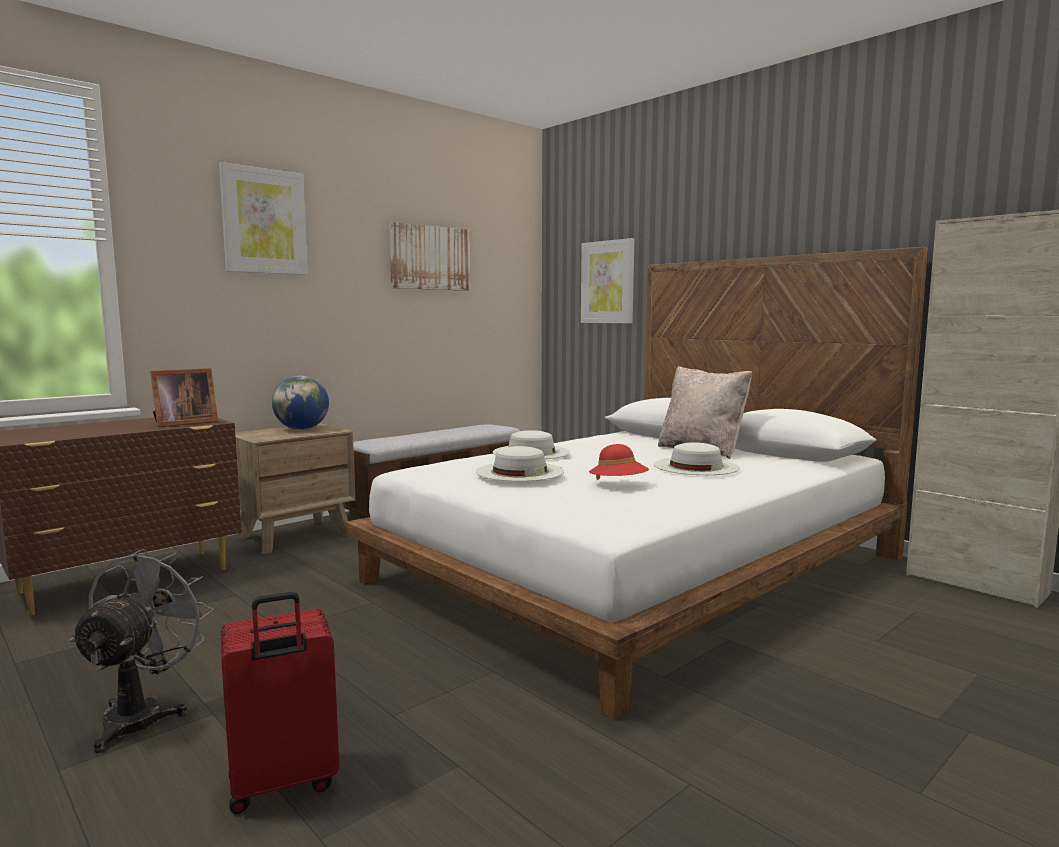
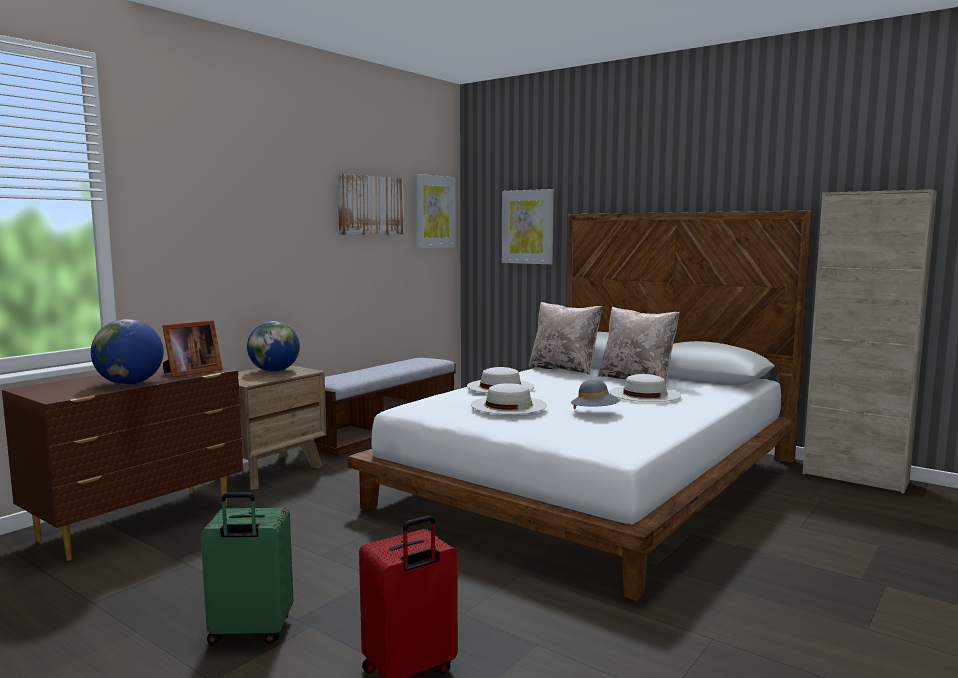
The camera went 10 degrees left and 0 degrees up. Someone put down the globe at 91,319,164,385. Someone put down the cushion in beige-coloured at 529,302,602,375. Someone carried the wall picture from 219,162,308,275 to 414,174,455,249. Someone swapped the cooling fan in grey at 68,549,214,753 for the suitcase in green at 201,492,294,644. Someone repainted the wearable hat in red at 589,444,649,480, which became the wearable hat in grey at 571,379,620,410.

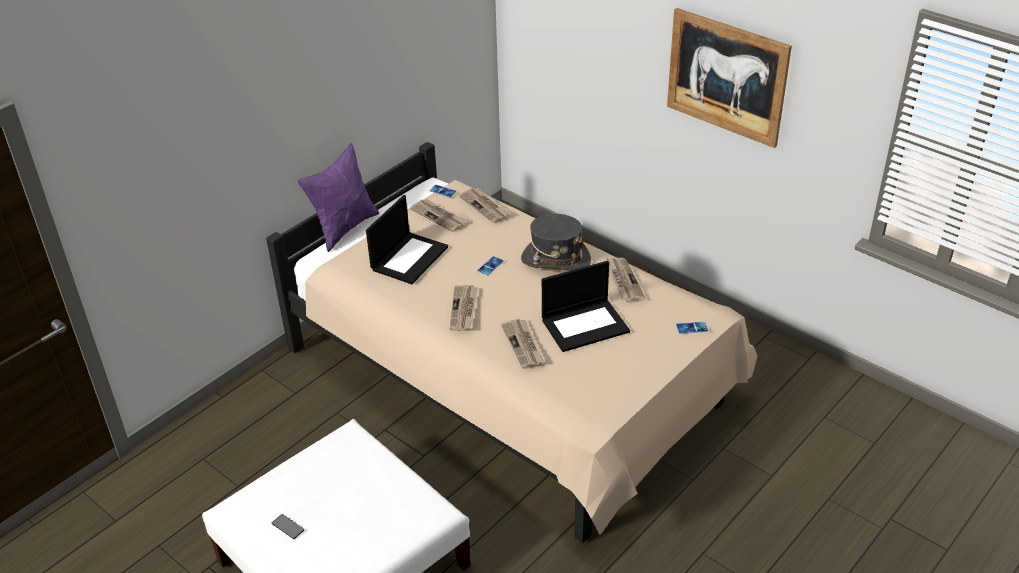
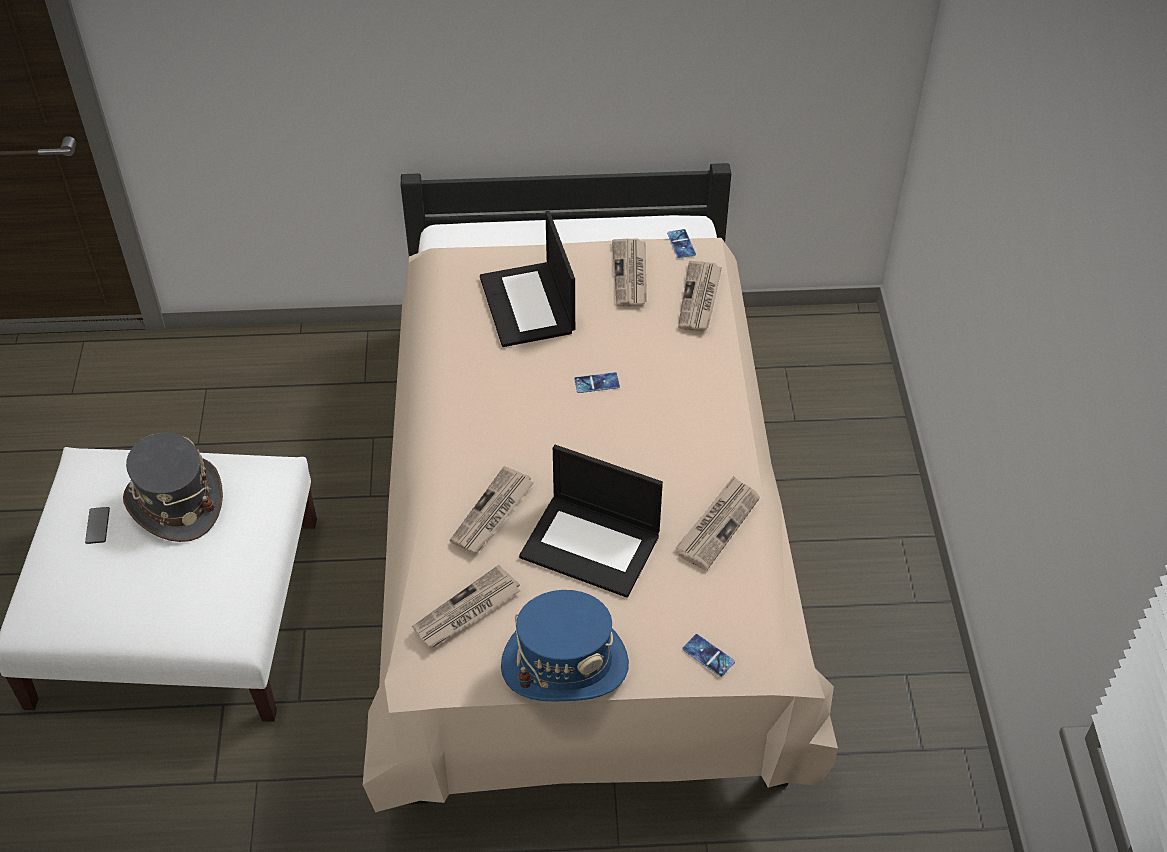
The camera went 45 degrees right and 10 degrees up. Someone took away the cushion in purple at 298,143,379,252. Someone took away the wall picture at 667,8,792,148. Someone put down the wearable hat in bluish at 501,590,629,702. Someone carried the newspaper from 450,285,478,331 to 412,565,520,648. Someone carried the wearable hat in grey from 521,214,591,271 to 123,433,223,542. Someone rotated the notebook computer at 366,195,448,284 by 90 degrees clockwise.

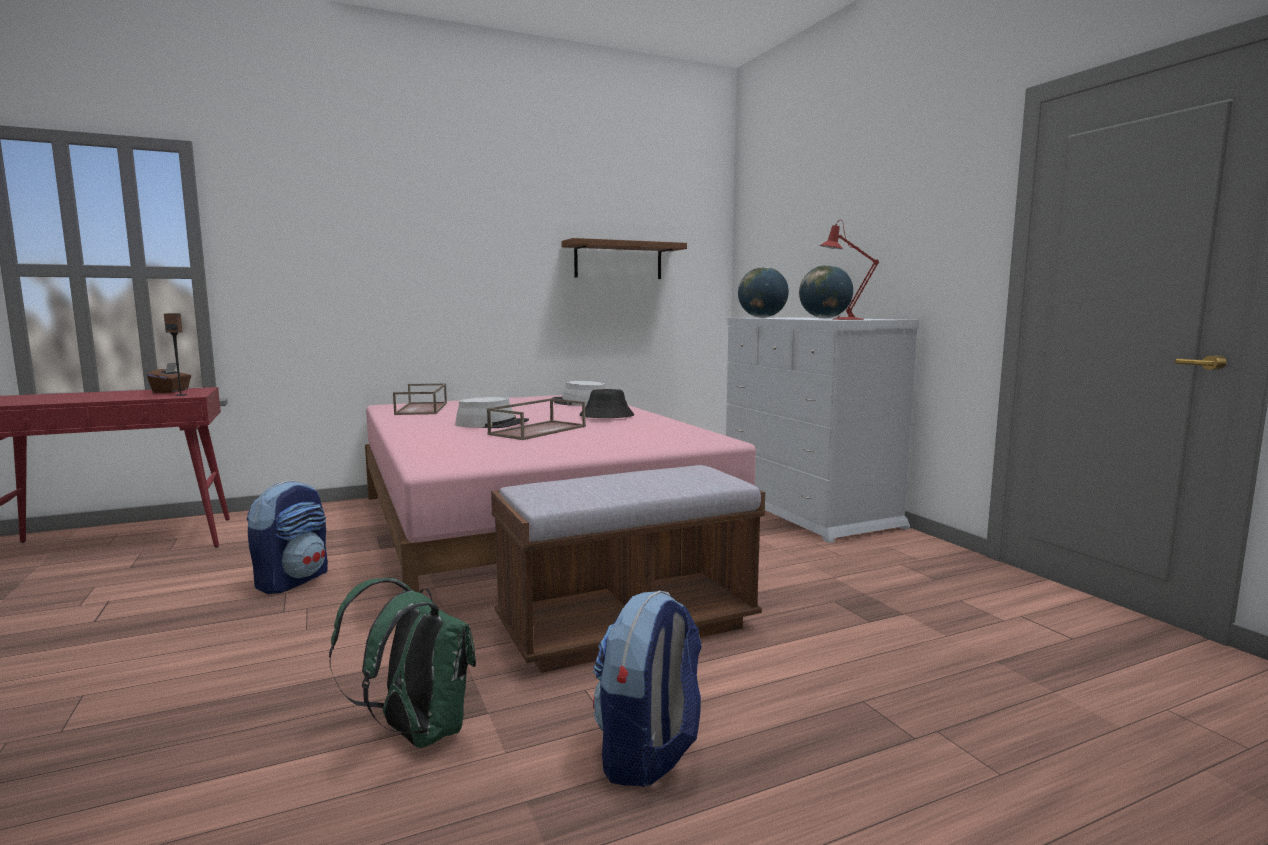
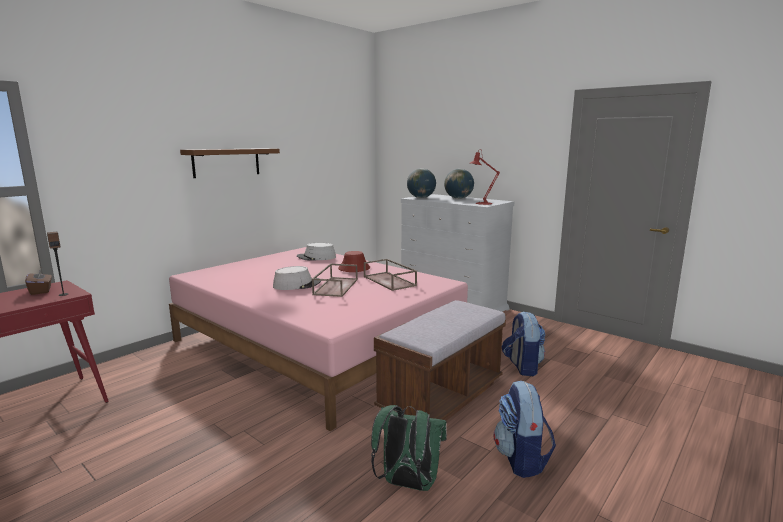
The camera went 25 degrees left and 5 degrees up. Someone carried the rucksack from 247,480,328,594 to 502,311,545,376. Someone carried the serving tray in brownish from 393,383,447,415 to 364,259,417,291. Someone carried the shelf in brownish from 562,238,687,279 to 180,148,280,178. Someone repainted the wearable hat in black at 579,389,634,418, which became the wearable hat in red at 338,251,370,272.

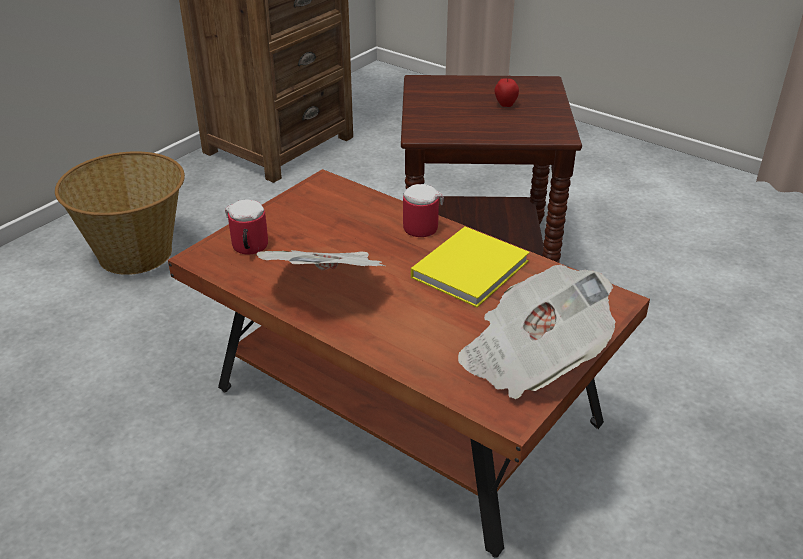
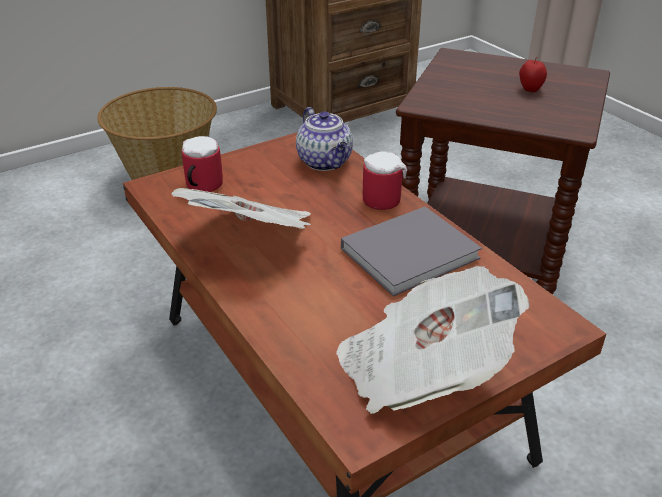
The camera went 20 degrees right and 0 degrees up. Someone put down the pot for tea at 296,107,353,171. Someone repainted the book in yellowish at 411,226,530,307, which became the book in grey at 341,207,482,297.

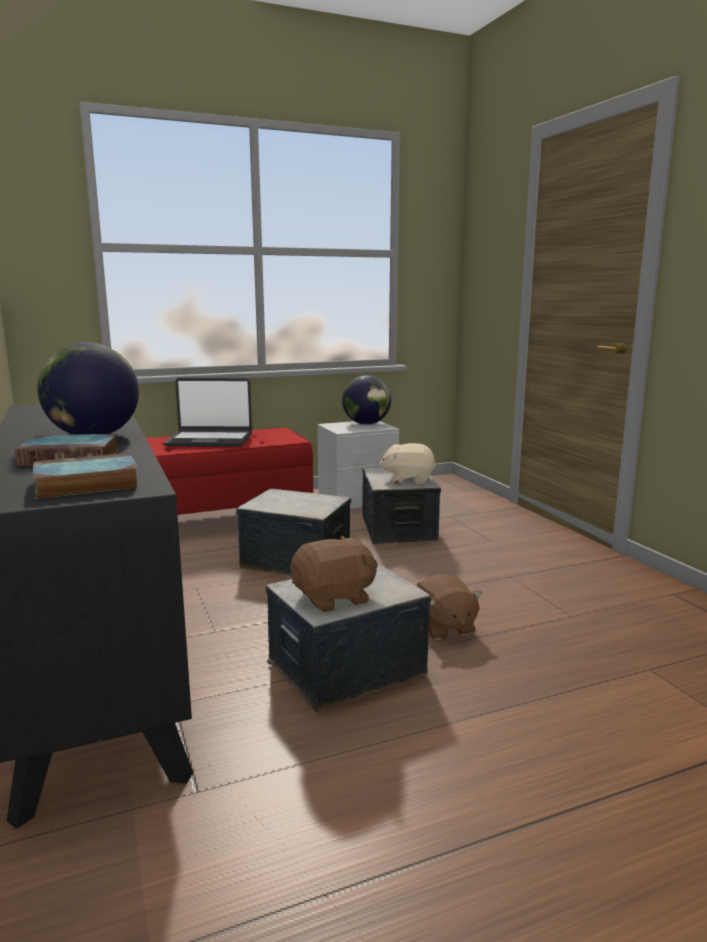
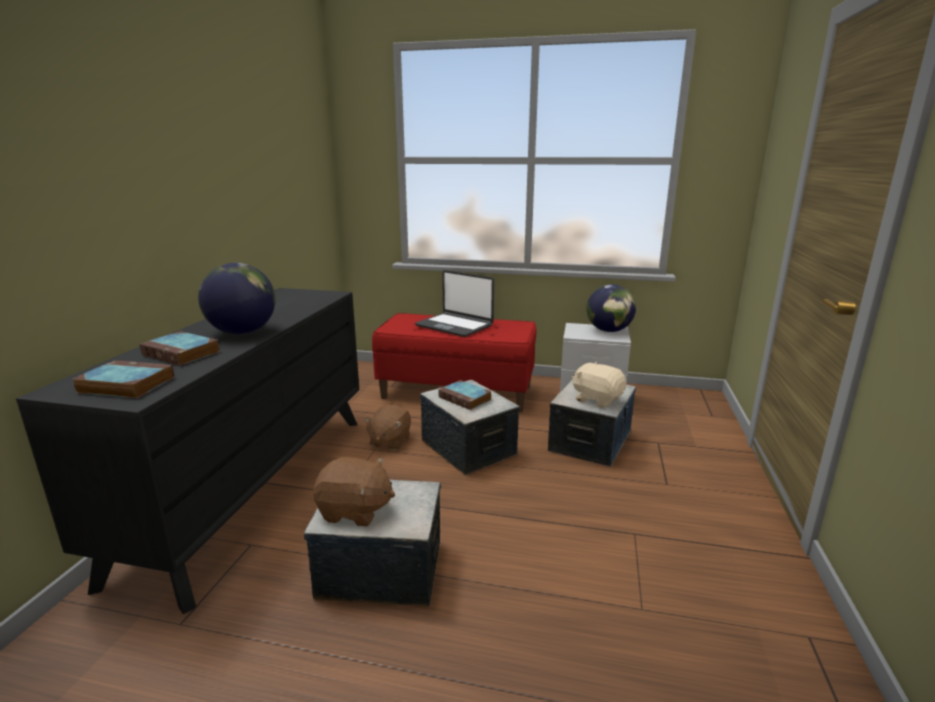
The camera went 35 degrees right and 5 degrees up. Someone put down the book at 438,380,492,410. Someone carried the soft toy in brownish from 417,574,483,640 to 364,405,411,450.

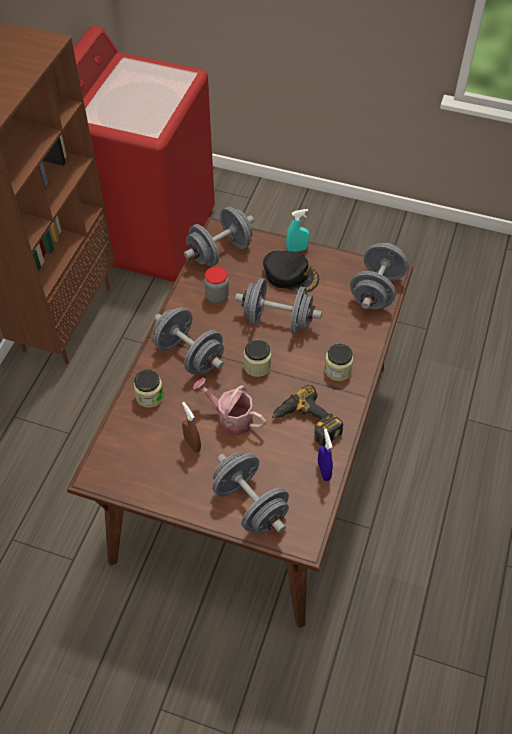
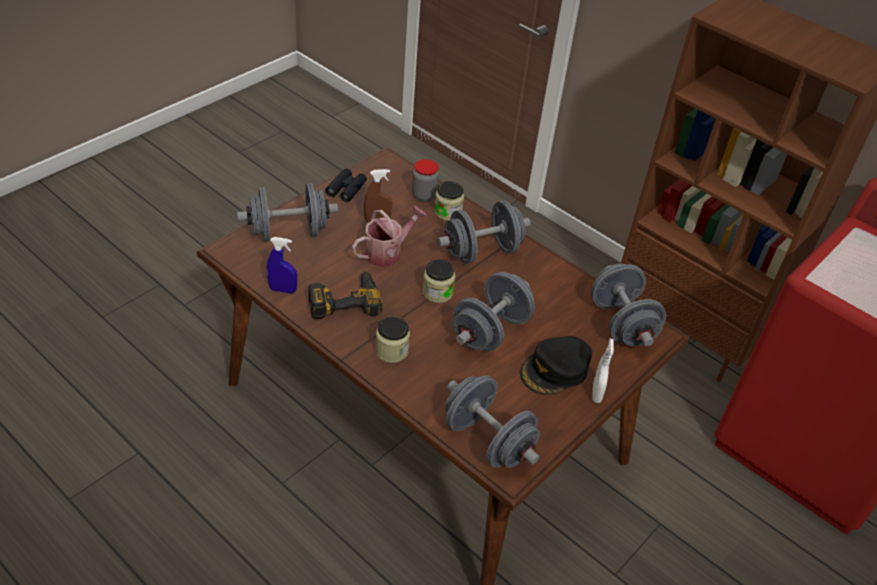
The camera went 110 degrees right and 10 degrees down. Someone put down the binoculars in black at 325,168,367,202. Someone carried the preserve jar from 204,266,229,304 to 412,159,439,202. Someone repainted the spray bottle in turquoise at 286,209,310,252, which became the spray bottle in white-coloured at 592,339,614,403.

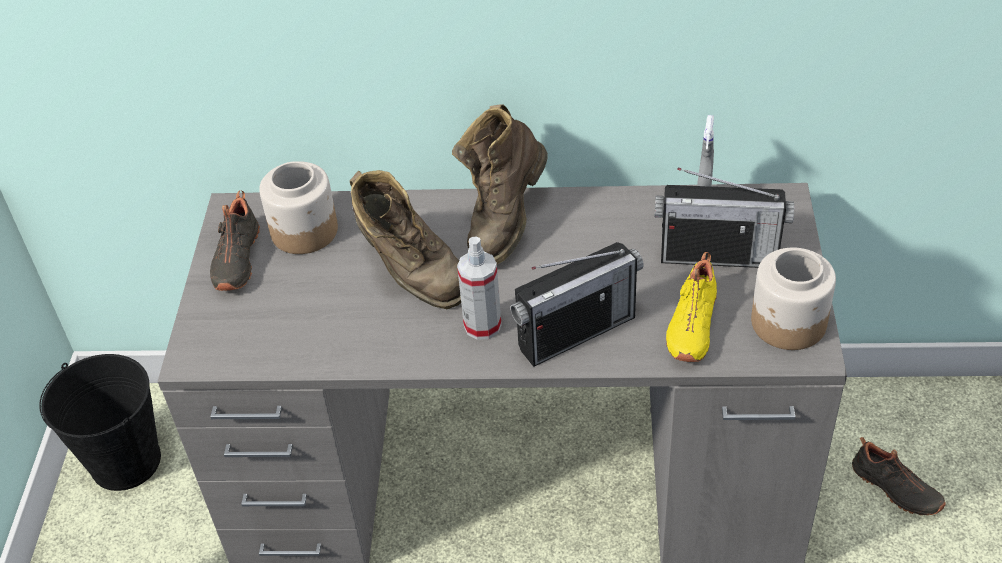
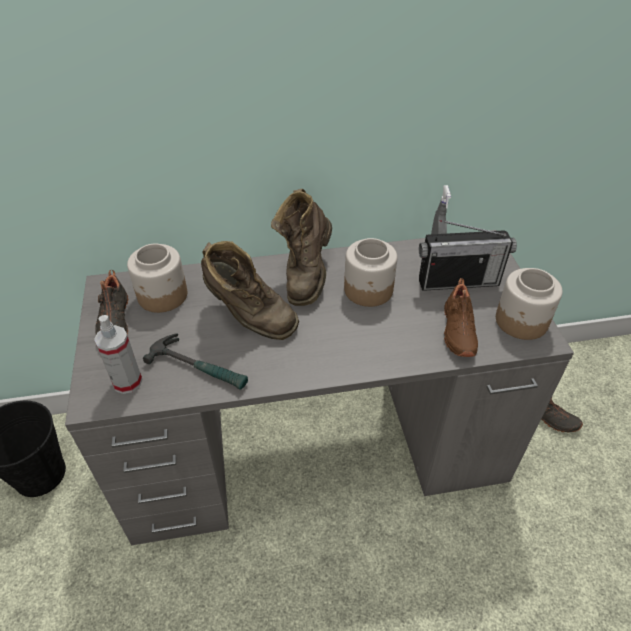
The camera went 15 degrees left and 0 degrees up. Someone took away the radio at 510,242,644,367. Someone put down the hand hammer at 143,333,248,390. Someone put down the preserve jar at 344,238,397,307. Someone carried the spray bottle from 457,237,502,340 to 94,315,143,394. Someone repainted the low shoe in yellowish at 666,252,717,362, which became the low shoe in brownish at 444,278,478,357.

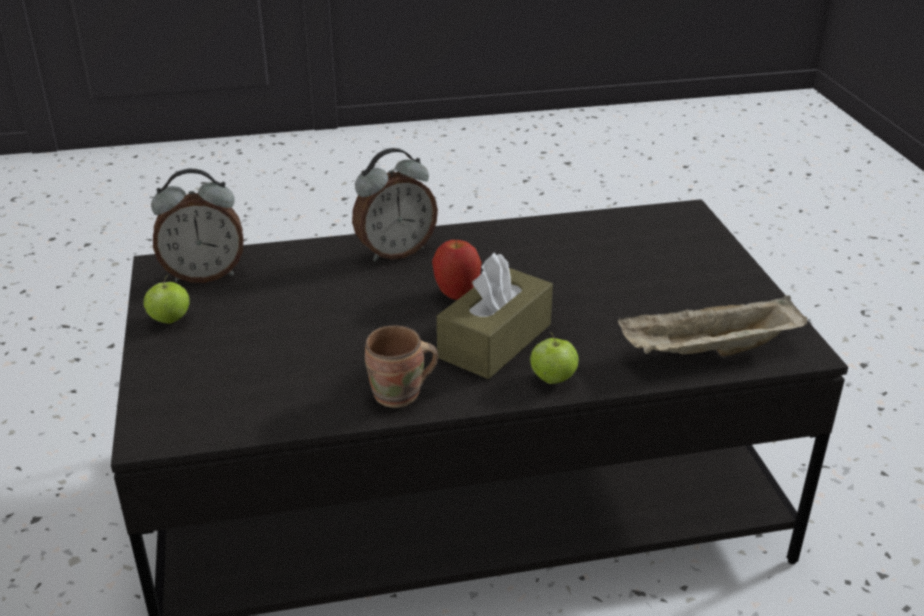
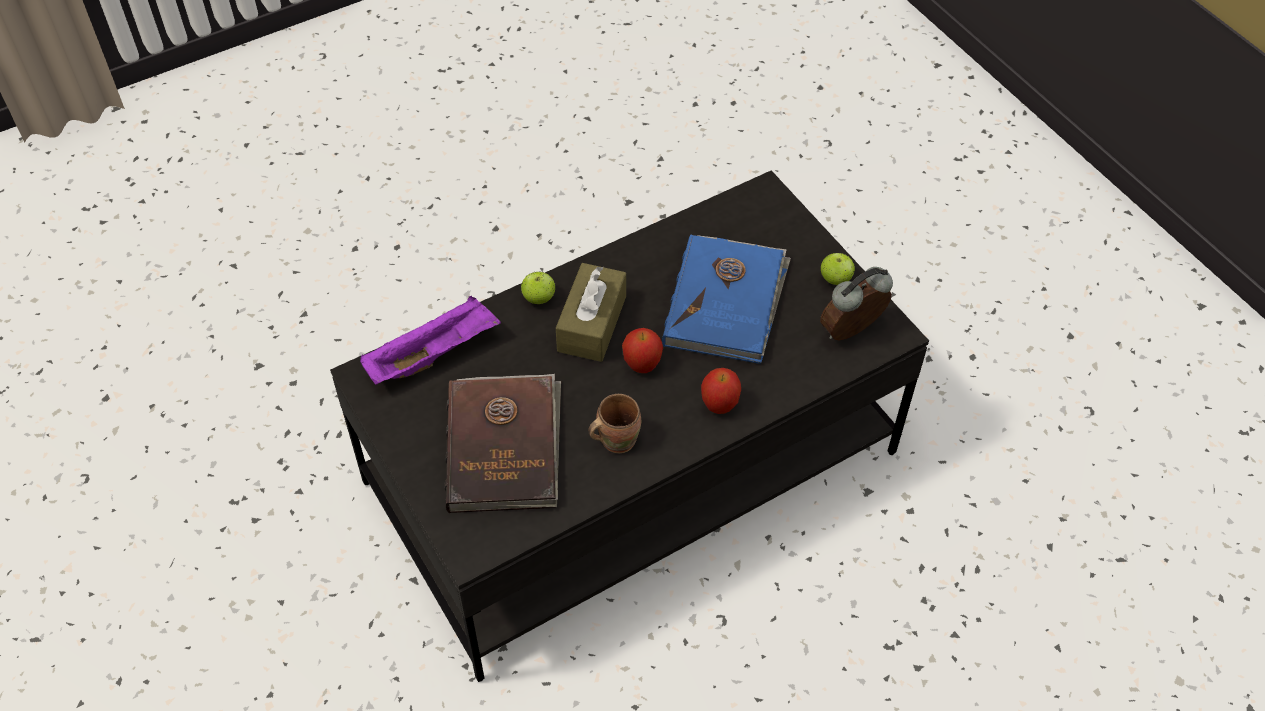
The camera went 160 degrees right and 20 degrees up. Someone put down the book in brownish at 445,374,561,513. Someone put down the book in bluish at 662,235,791,364. Someone carried the tea mug in brownish from 365,325,438,408 to 588,394,641,453. Someone swapped the table clock at 352,148,438,262 for the whole apple at 701,368,741,414. Someone repainted the serving tray in beige-coloured at 618,295,807,356, which became the serving tray in purple at 360,296,501,384.

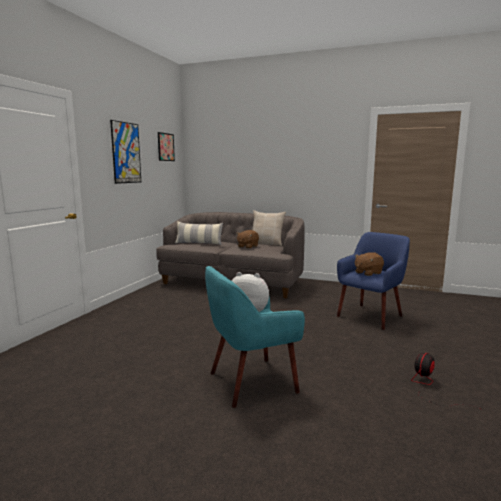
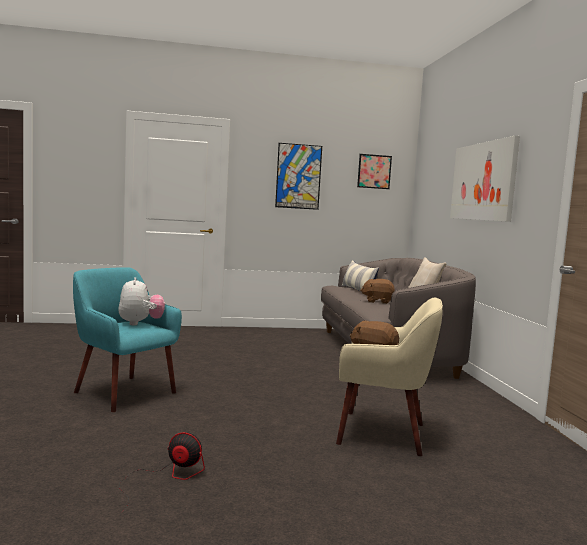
The camera went 60 degrees right and 5 degrees down. Someone put up the wall picture at 450,136,520,222. Someone repainted the armchair in bluish at 337,232,410,330, which became the armchair in beige-coloured at 336,297,443,456.

